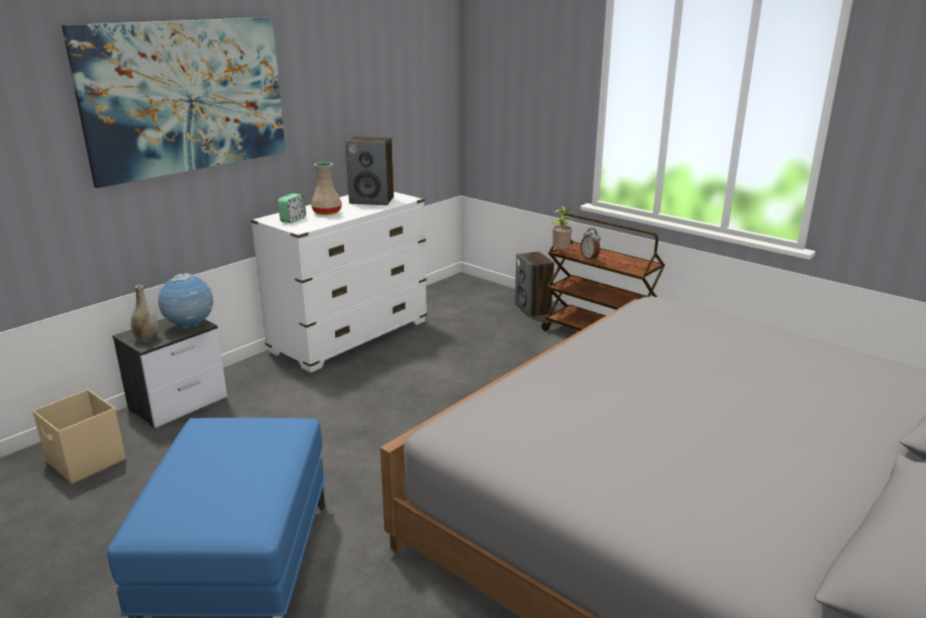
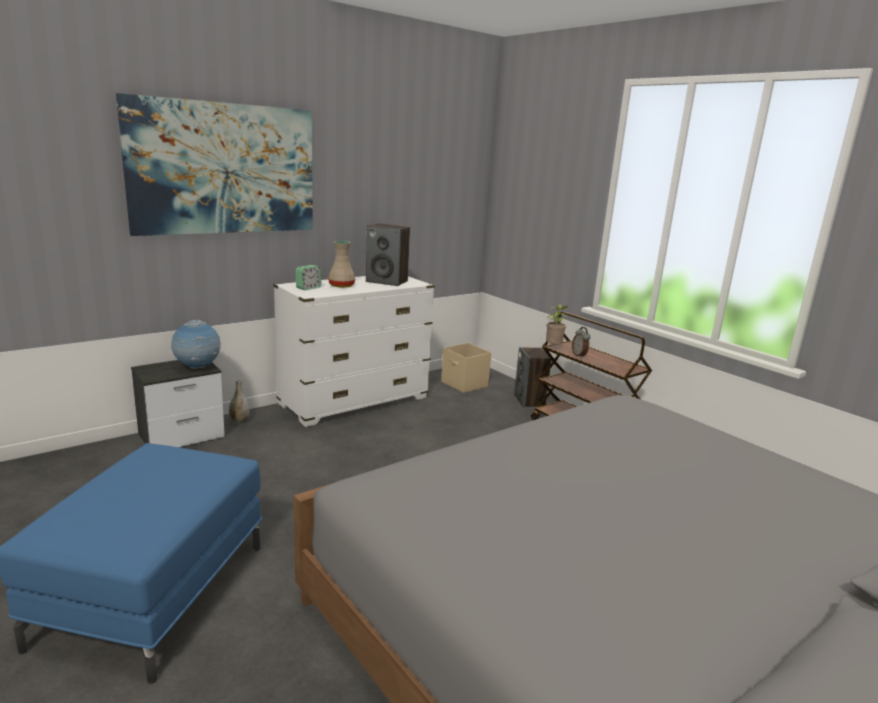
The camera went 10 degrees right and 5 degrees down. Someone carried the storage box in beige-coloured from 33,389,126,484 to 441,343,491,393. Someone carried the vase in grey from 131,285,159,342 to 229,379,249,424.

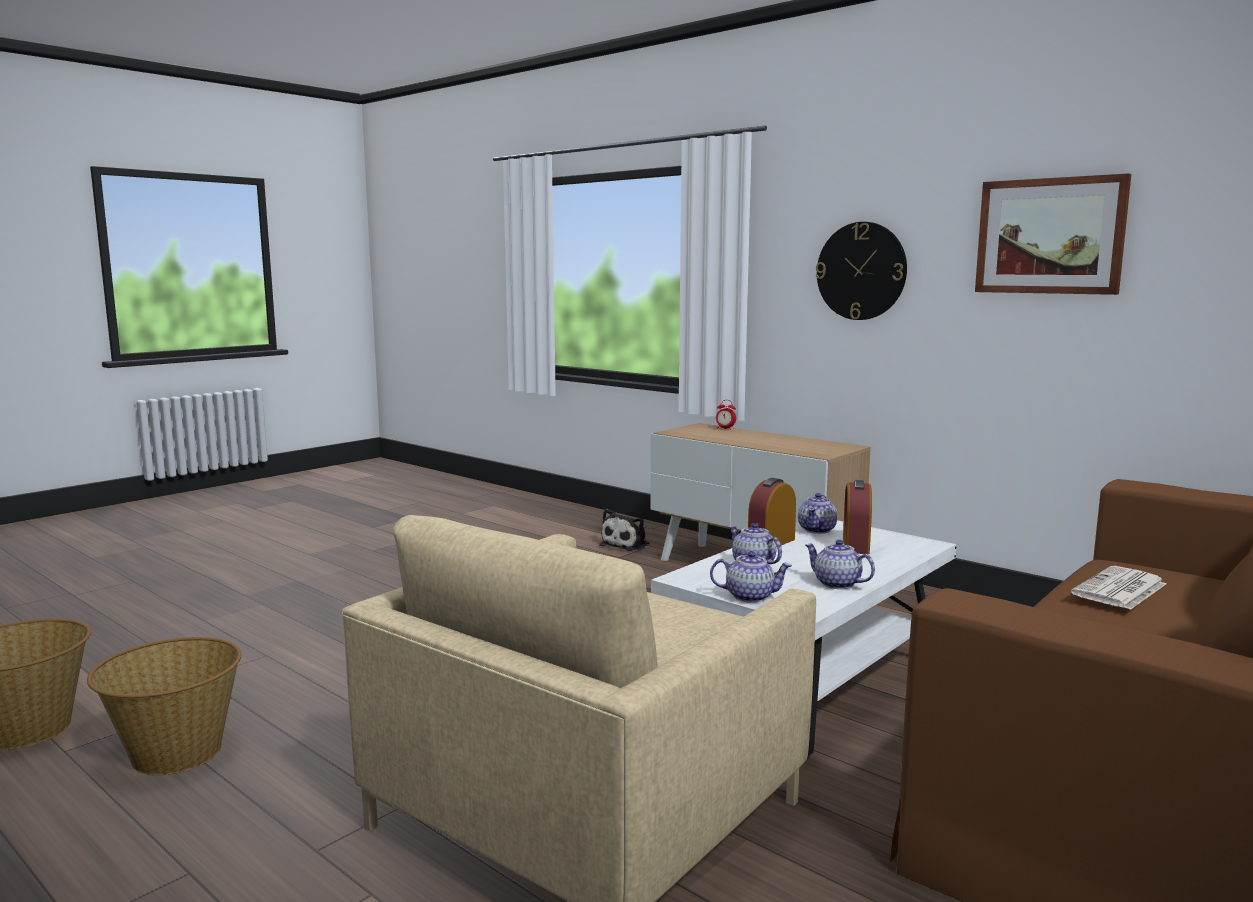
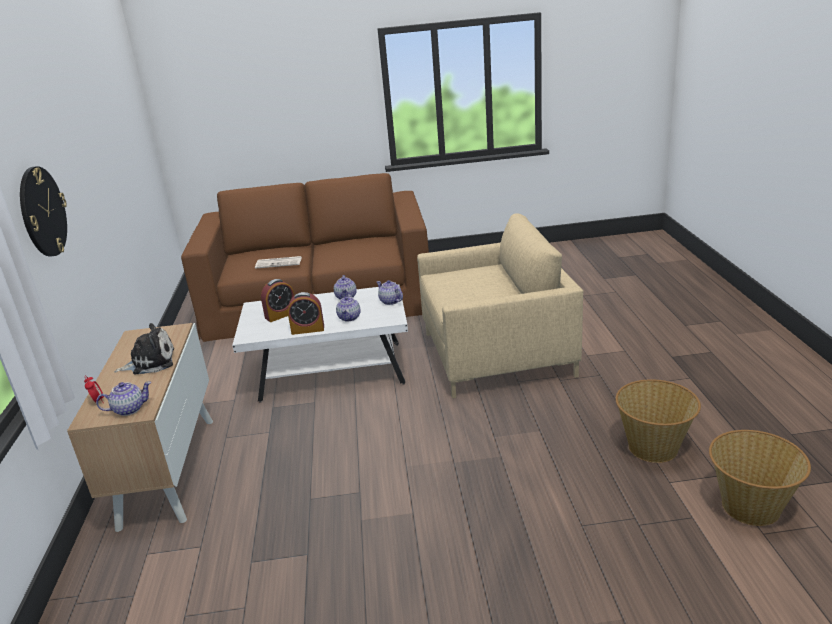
The camera went 135 degrees left and 15 degrees up. Someone took away the wall picture at 975,173,1131,295. Someone carried the soft toy from 599,509,650,551 to 114,323,174,374. Someone carried the pot for tea from 798,493,838,534 to 96,381,151,416.

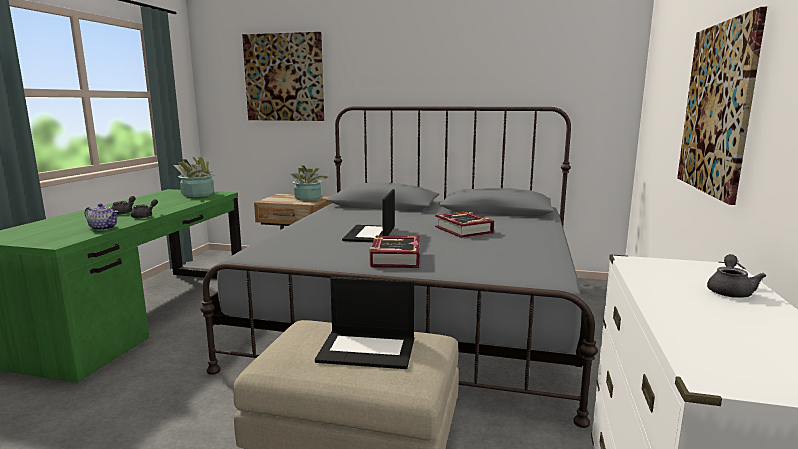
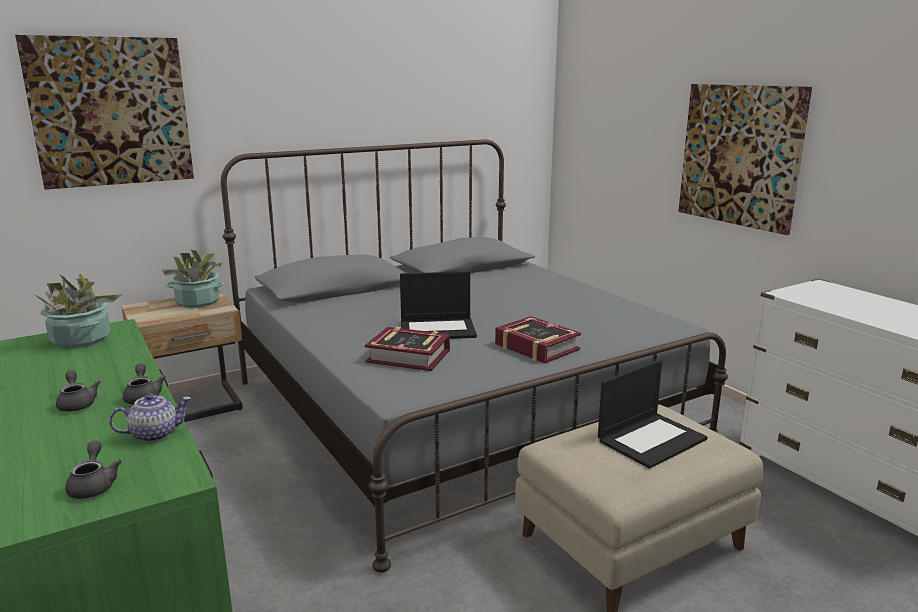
The camera went 45 degrees left and 5 degrees up. Someone carried the book from 435,211,494,238 to 365,327,450,371. Someone carried the pot for tea in grey from 707,254,766,298 to 65,441,122,499. Someone rotated the notebook computer at 342,189,395,242 by 60 degrees counterclockwise.

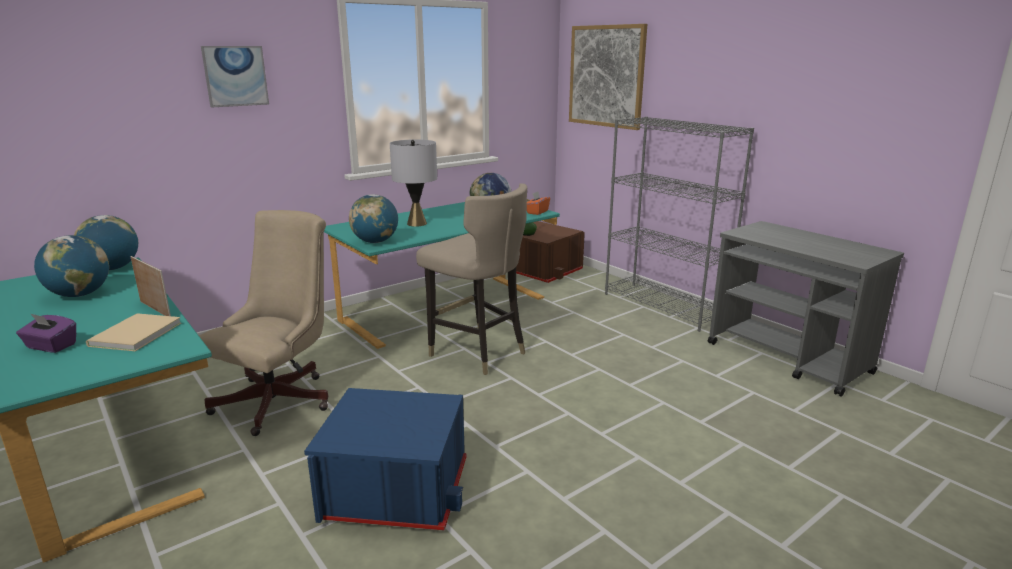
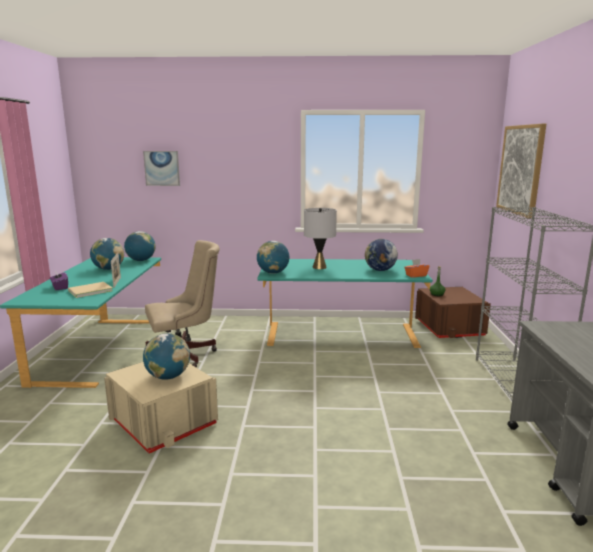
The camera went 40 degrees right and 5 degrees down. Someone took away the sitting stool in beige-coloured at 416,183,527,375. Someone put down the globe at 143,333,190,380. Someone carried the wall picture from 201,46,269,107 to 143,151,180,186. Someone repainted the storage box in bluish at 304,388,467,531, which became the storage box in beige-coloured at 104,362,218,453.

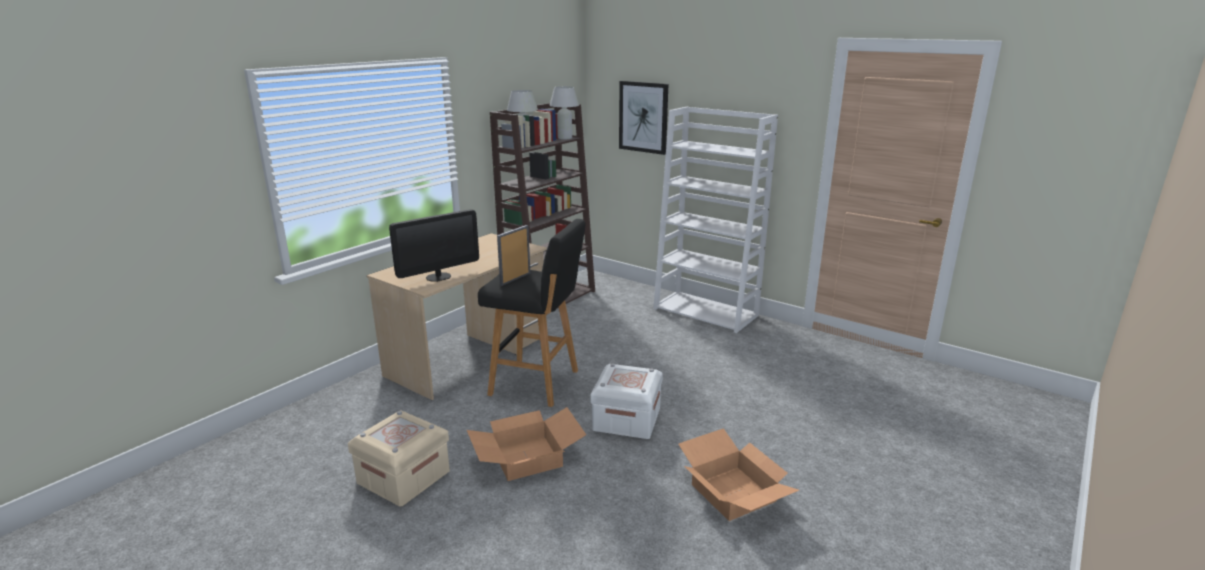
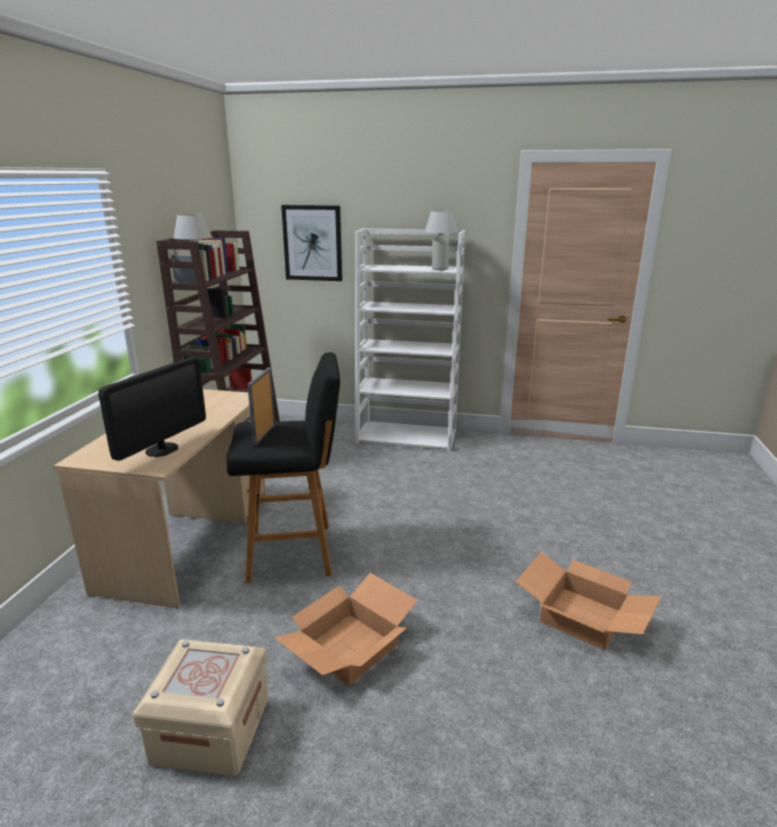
The camera went 25 degrees left and 0 degrees up. Someone took away the storage box in white-coloured at 590,363,663,439. Someone carried the lamp for a table in white-coloured from 549,86,579,139 to 425,210,458,270.

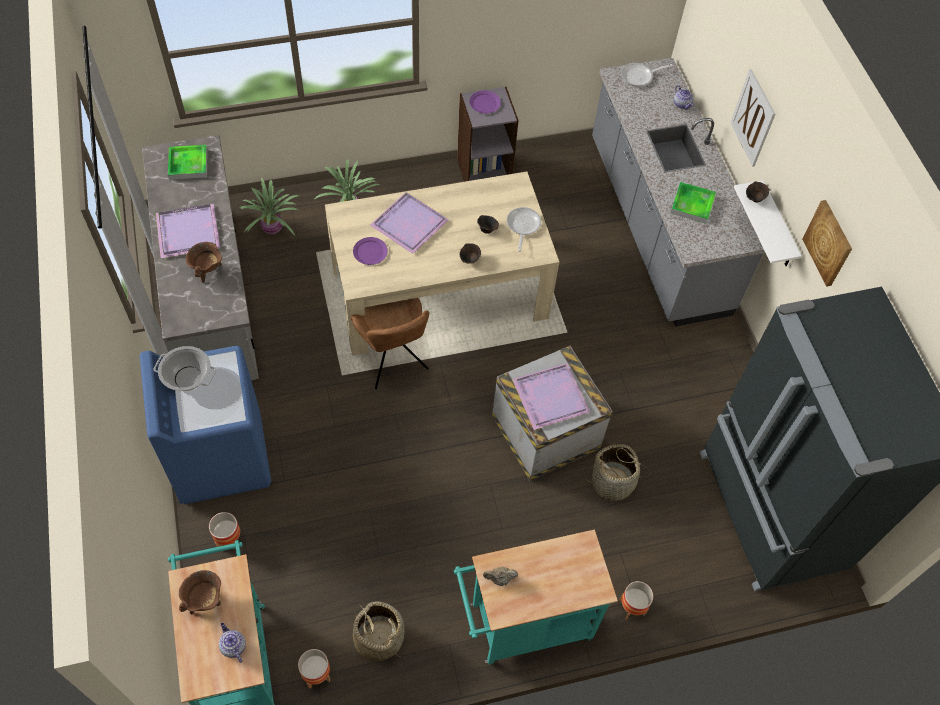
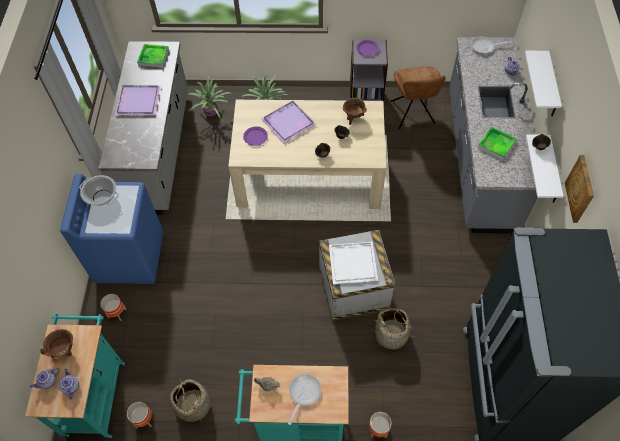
The camera went 20 degrees right and 0 degrees up. Someone put down the pot for tea at 30,368,60,389. Someone carried the stockpot in brownish from 186,242,222,283 to 343,98,367,125. Someone carried the chair in brownish from 351,298,429,389 to 390,66,446,129. Someone carried the skillet from 507,207,541,252 to 288,374,321,425. Someone swapped the wall picture at 730,69,775,167 for the shelf in white-coloured at 525,51,562,116. Someone repainted the serving tray in purple at 512,363,591,430, which became the serving tray in white-coloured at 329,242,378,284.

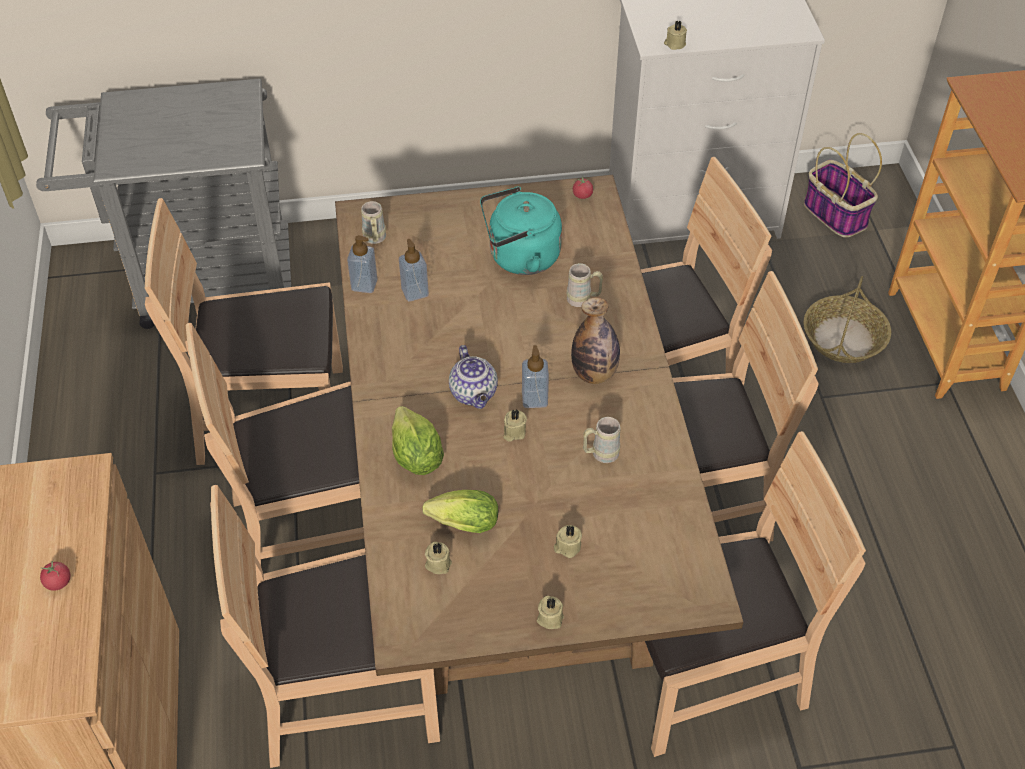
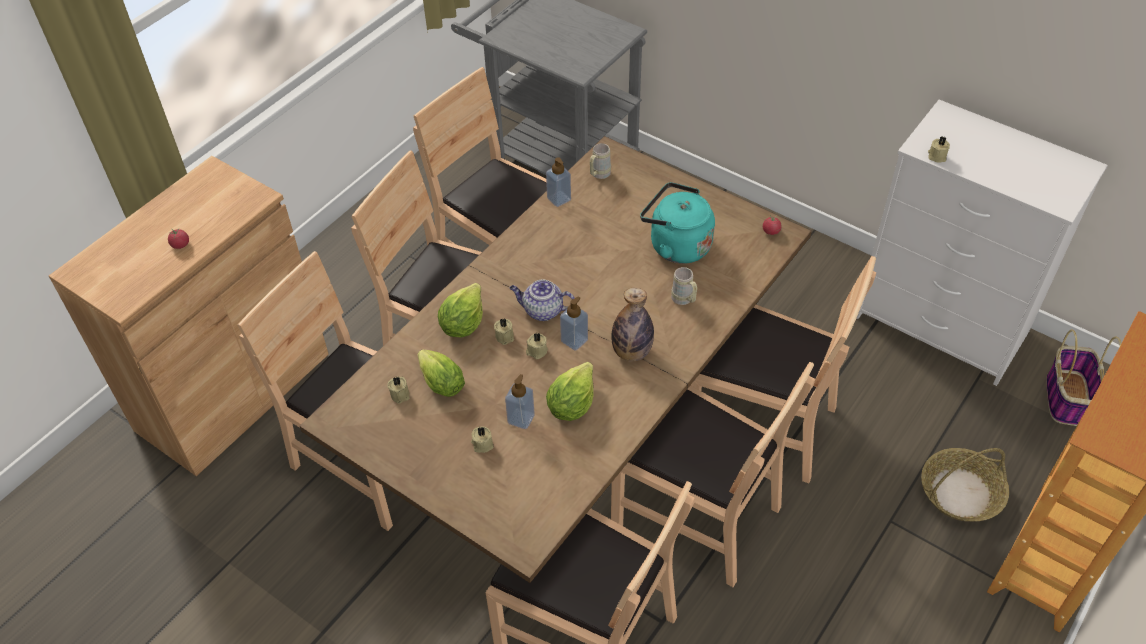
The camera went 45 degrees right and 0 degrees up. Someone carried the soap dispenser from 399,239,429,301 to 505,374,535,429. Someone carried the candle in beige-coloured from 537,596,564,629 to 494,318,514,345. Someone swapped the tea mug in beige-coloured at 583,417,621,463 for the lettuce at 546,362,593,421. Someone rotated the pot for tea at 449,345,498,409 by 75 degrees clockwise.

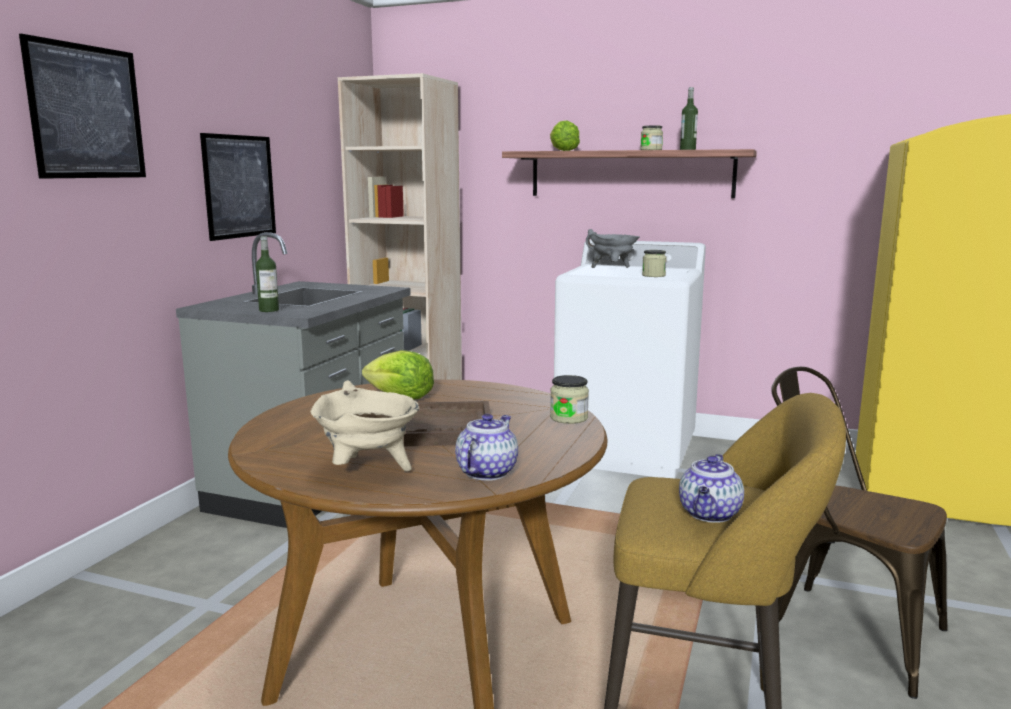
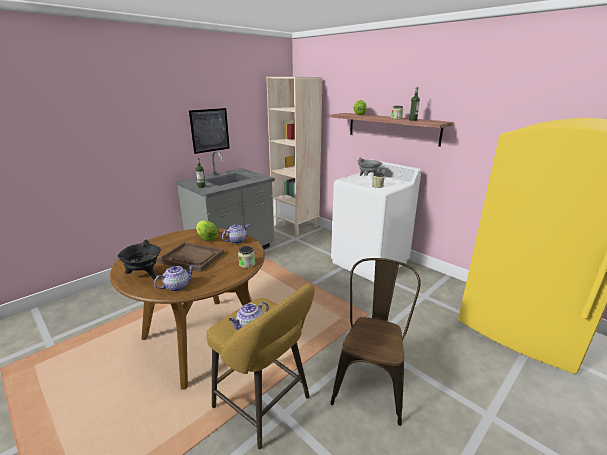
The camera went 25 degrees right and 10 degrees up. Someone took away the wall picture at 19,34,146,179. Someone put down the pot for tea at 222,224,249,244. Someone repainted the stockpot in beige-coloured at 311,380,419,472, which became the stockpot in black at 117,240,161,280. Someone rotated the chair in brownish at 771,367,948,699 by 45 degrees clockwise.

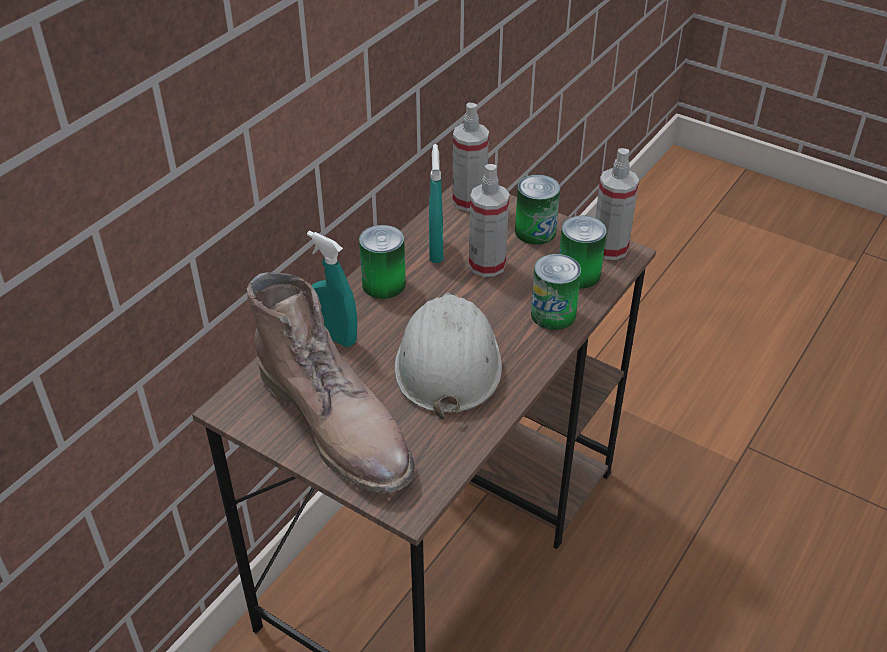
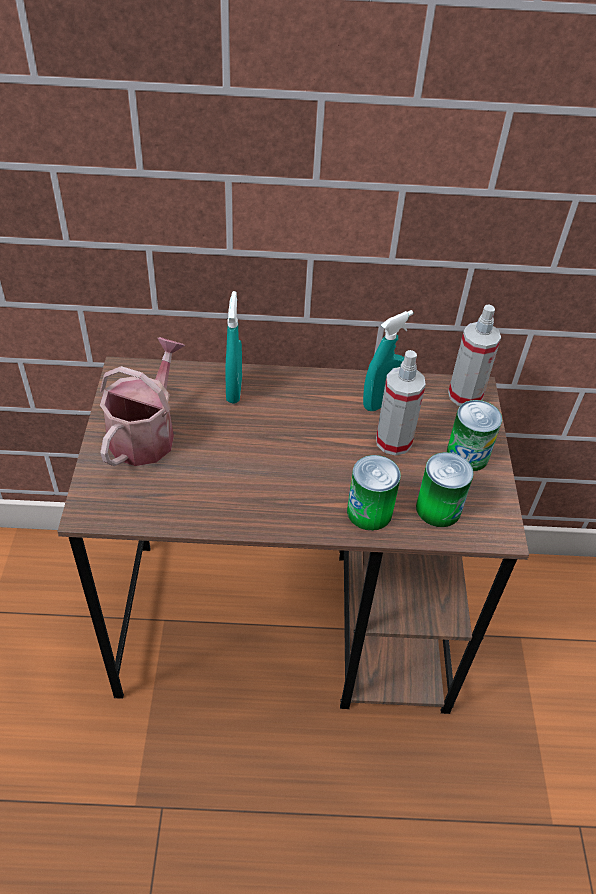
The camera went 55 degrees right and 5 degrees up. Someone took away the metal can at 359,225,406,299. Someone took away the work helmet in white-coloured at 395,293,502,420. Someone took away the spray bottle at 595,148,639,260. Someone swapped the tall boot in brownish at 247,272,415,494 for the watering pot at 100,337,185,466.

